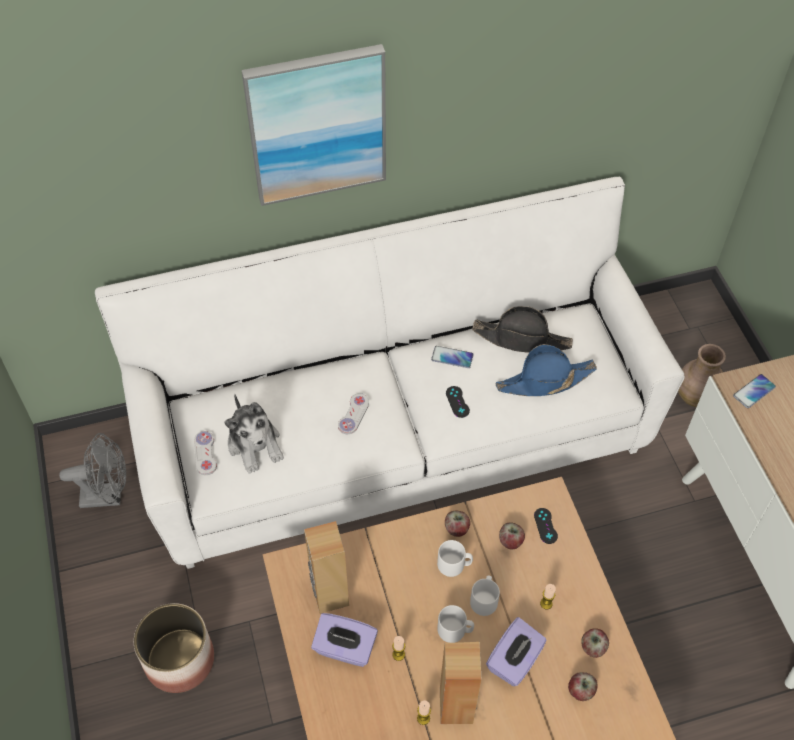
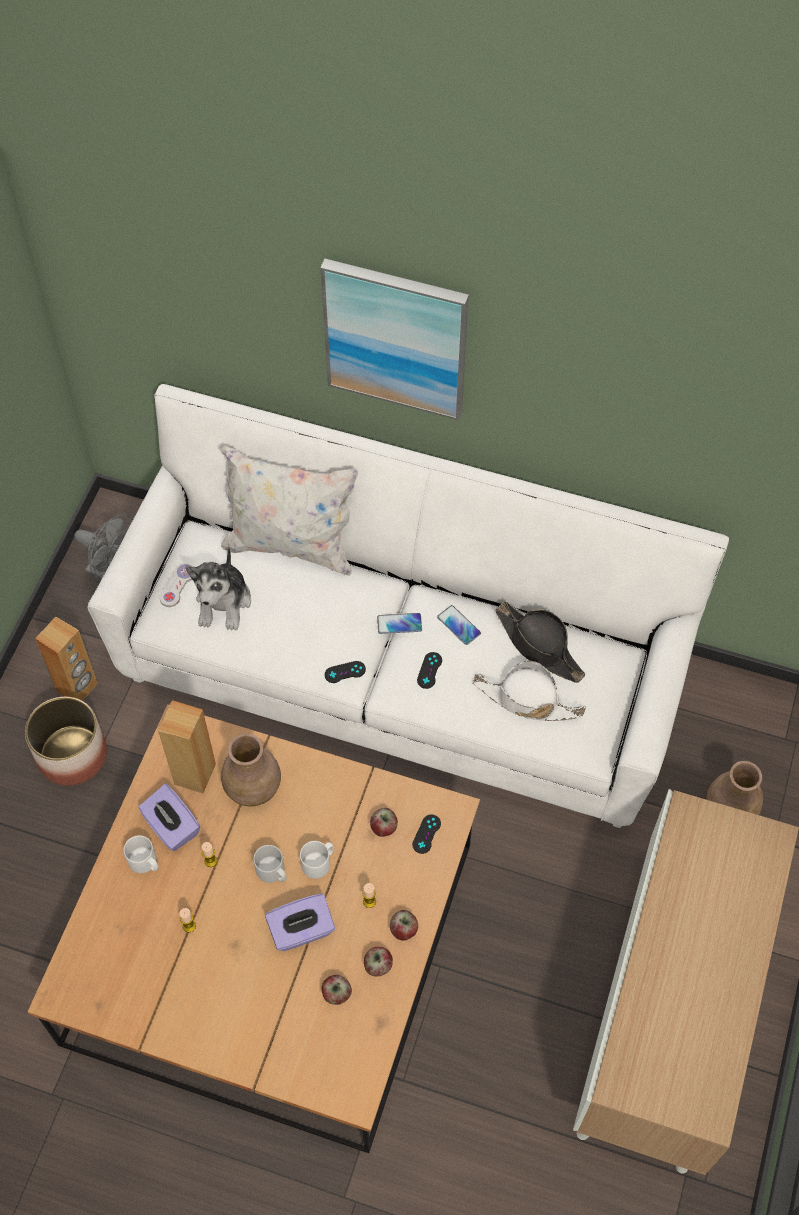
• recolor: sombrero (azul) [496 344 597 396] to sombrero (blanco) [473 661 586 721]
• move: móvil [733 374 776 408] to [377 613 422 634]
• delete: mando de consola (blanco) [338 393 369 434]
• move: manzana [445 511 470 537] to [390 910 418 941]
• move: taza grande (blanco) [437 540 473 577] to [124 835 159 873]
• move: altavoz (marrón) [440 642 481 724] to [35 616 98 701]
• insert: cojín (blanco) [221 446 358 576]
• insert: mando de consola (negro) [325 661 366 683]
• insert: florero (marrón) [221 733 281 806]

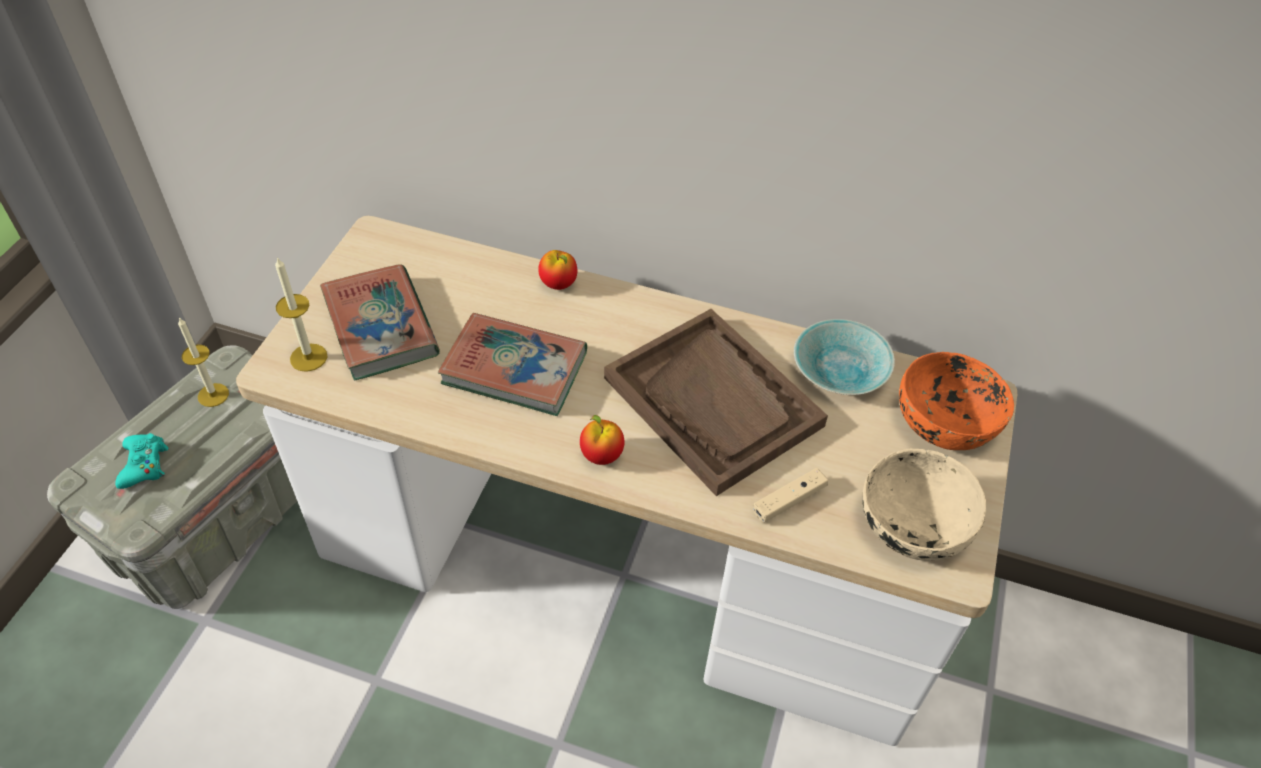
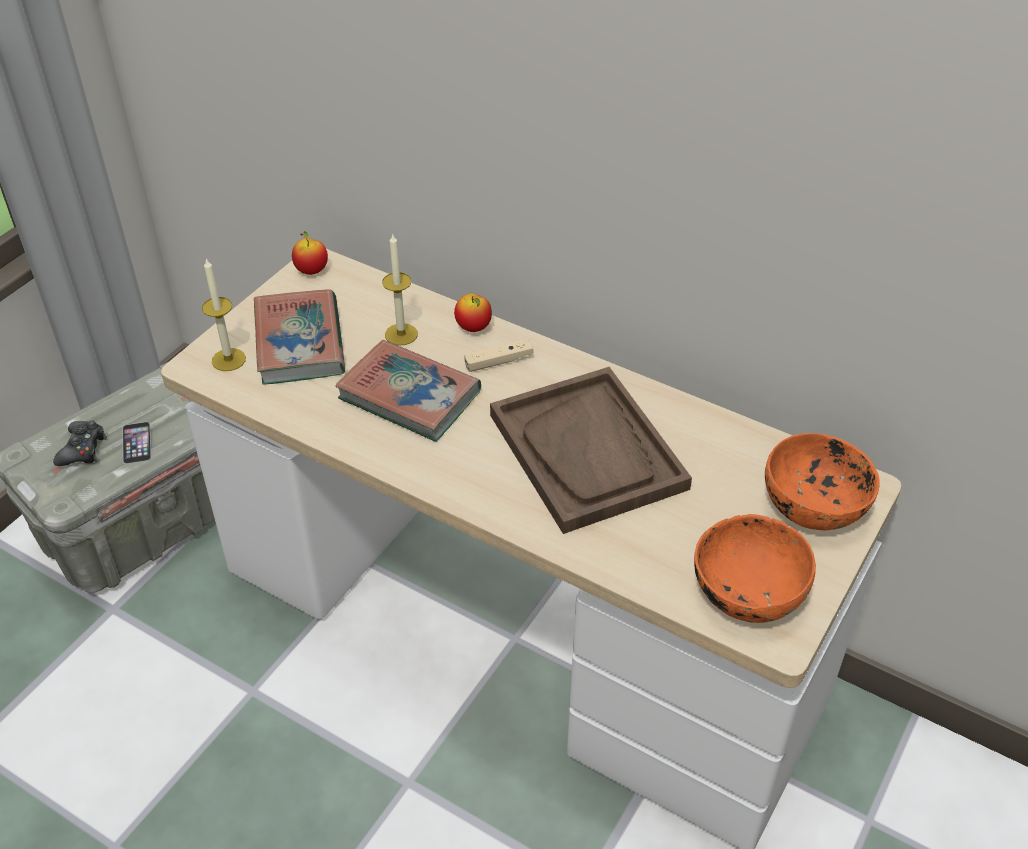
• move: vela [178 317 229 407] to [382 233 418 346]
• delete: cuenco (turquesa) [794 319 895 395]
• move: manzana [580 415 624 465] to [292 231 328 275]
• recolor: mando de consola (turquesa) [115 433 168 489] to mando de consola (negro) [53 420 107 466]
• recolor: cuenco (beis) [862 449 986 561] to cuenco (naranja) [694 514 816 623]
• move: mando de consola (beis) [753 468 828 523] to [464 339 533 372]
• insert: móvil [123 422 151 464]

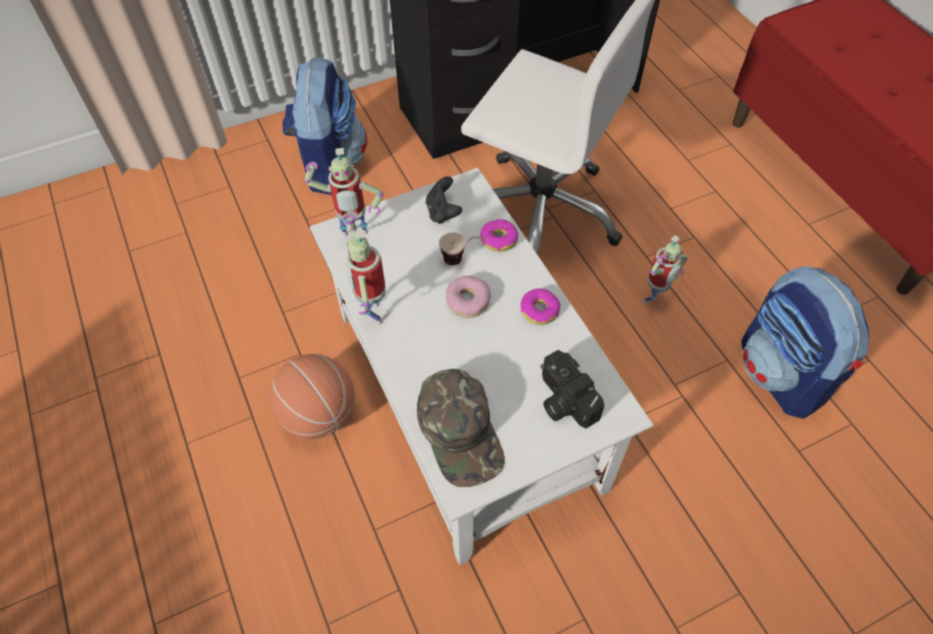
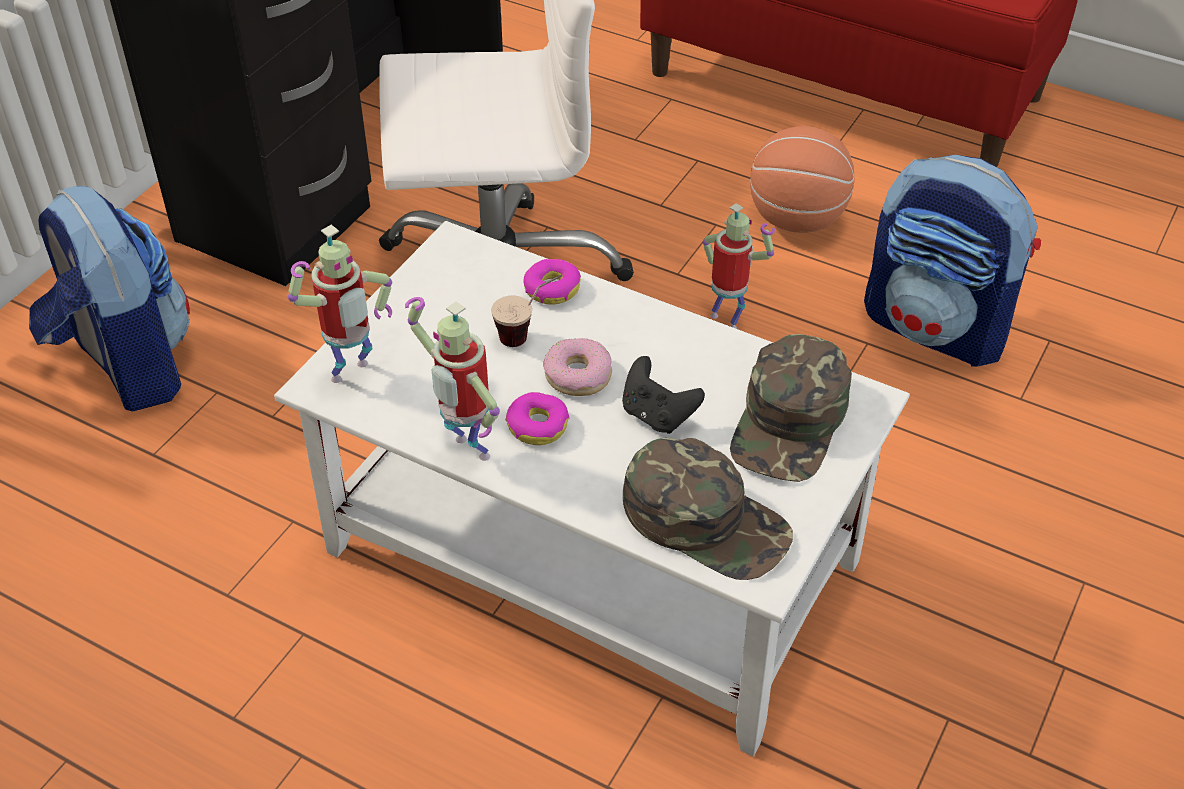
• move: mando de consola (negro) [426 176 462 224] to [622 356 705 434]
• rotate: robot de juguete [643 235 688 304] = [702 203 775 329] 60 degrees counterclockwise
• move: rosquilla [520 289 561 325] to [506 392 570 445]
• replace: cámara [541 350 605 429] to gorra (verde) [730 334 852 482]
• move: balón de baloncesto [269 354 355 439] to [750 126 855 233]

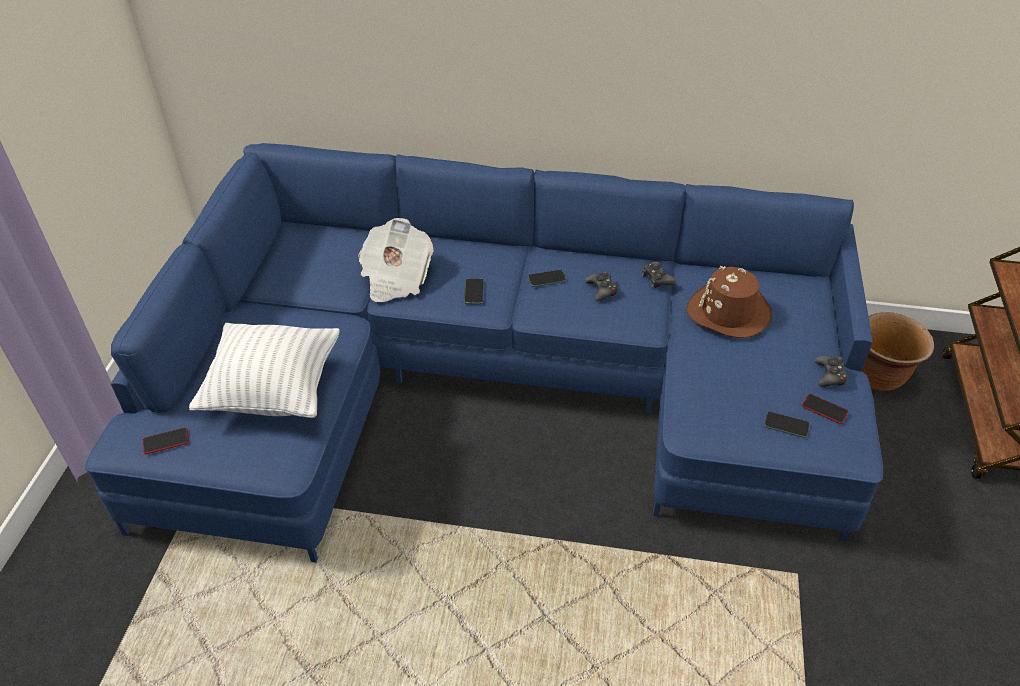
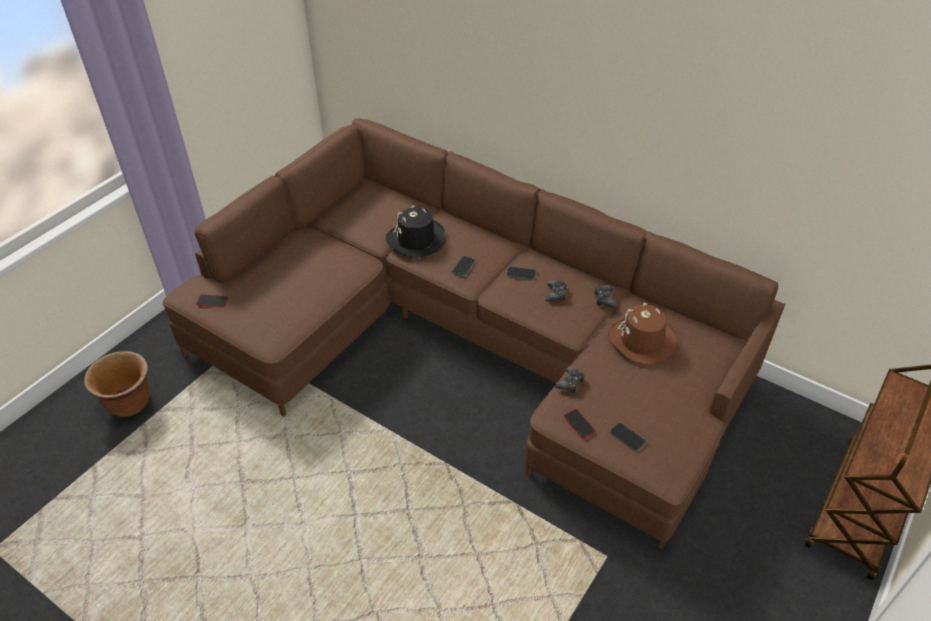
• recolor: sofá (azul) [85 143 883 563] to sofá (marrón) [162 118 785 549]
• replace: periódico [358 218 434 302] to sombrero (negro) [386 205 446 258]
• move: maceta (marrón) [861 312 934 391] to [84 351 149 417]
• delete: cojín (blanco) [189 323 340 418]
• move: mando de consola (negro) [815 356 847 387] to [555 366 585 393]
• move: móvil [802 394 848 424] to [564 409 596 439]

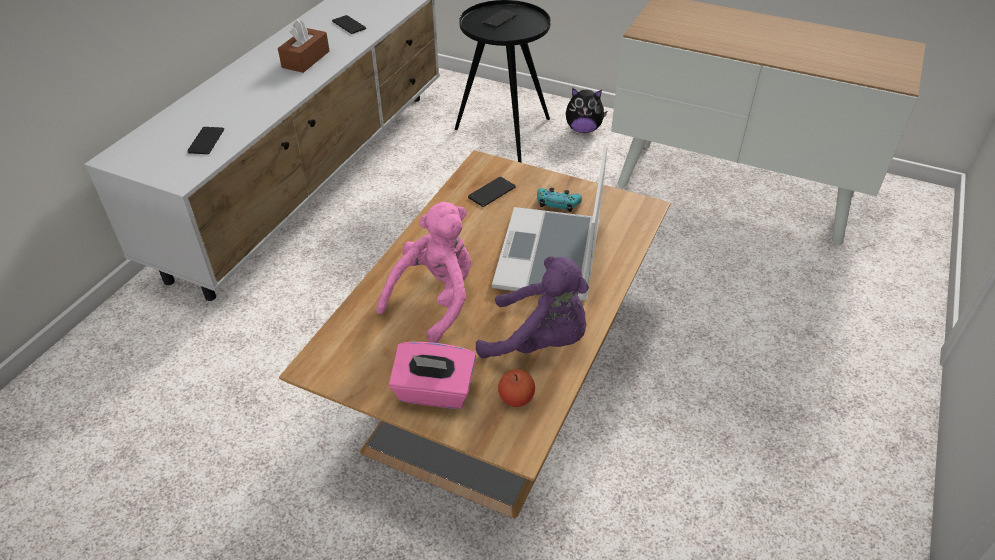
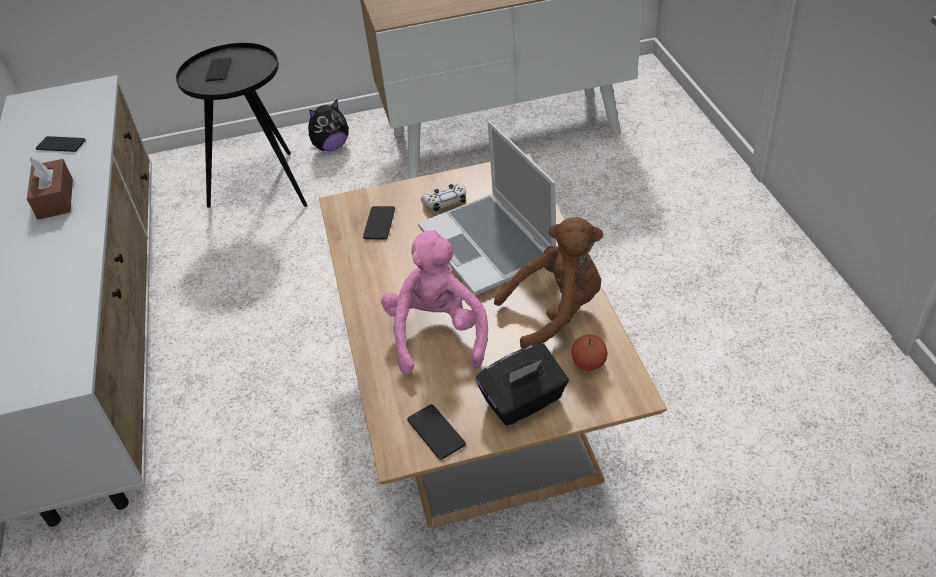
• move: móvil [187 127 224 154] to [407 404 466 460]
• recolor: mando de consola (turquesa) [537 188 582 212] to mando de consola (blanco) [421 183 466 212]
• recolor: peluche (morado) [476 256 589 358] to peluche (marrón) [494 217 603 349]
• recolor: caja de pañuelos (rosa) [389 342 476 409] to caja de pañuelos (negro) [476 343 569 426]

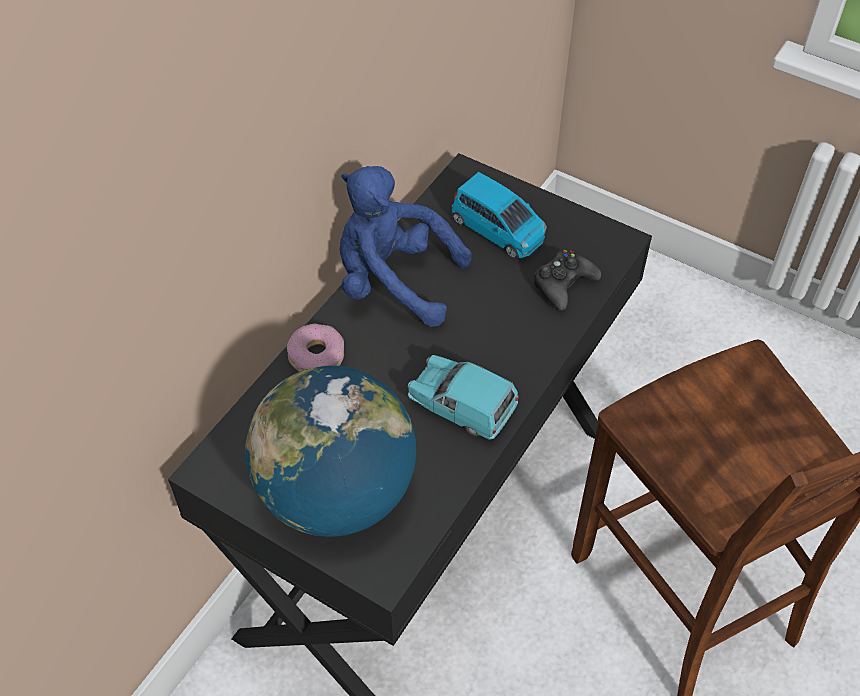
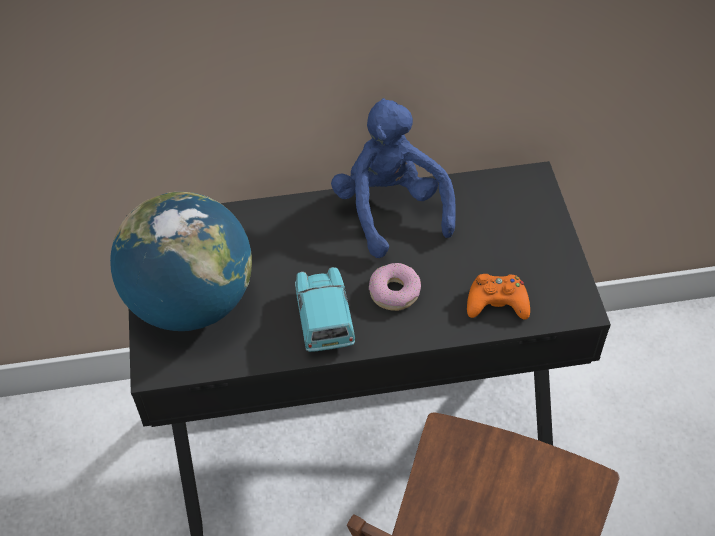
• delete: coche de juguete (azul) [452 172 547 258]
• recolor: mando de consola (negro) [533 250 601 311] to mando de consola (naranja) [467 274 530 320]
• move: rosquilla [287 323 344 372] to [369 263 421 311]

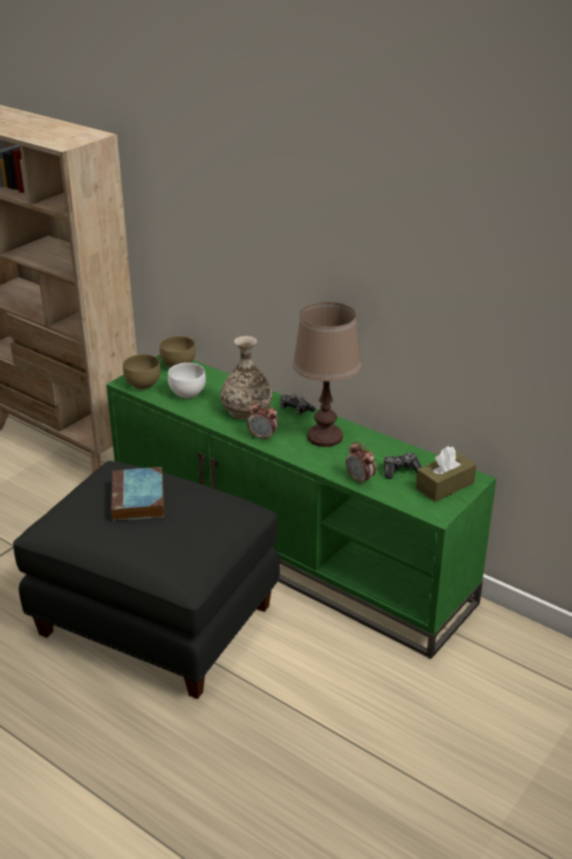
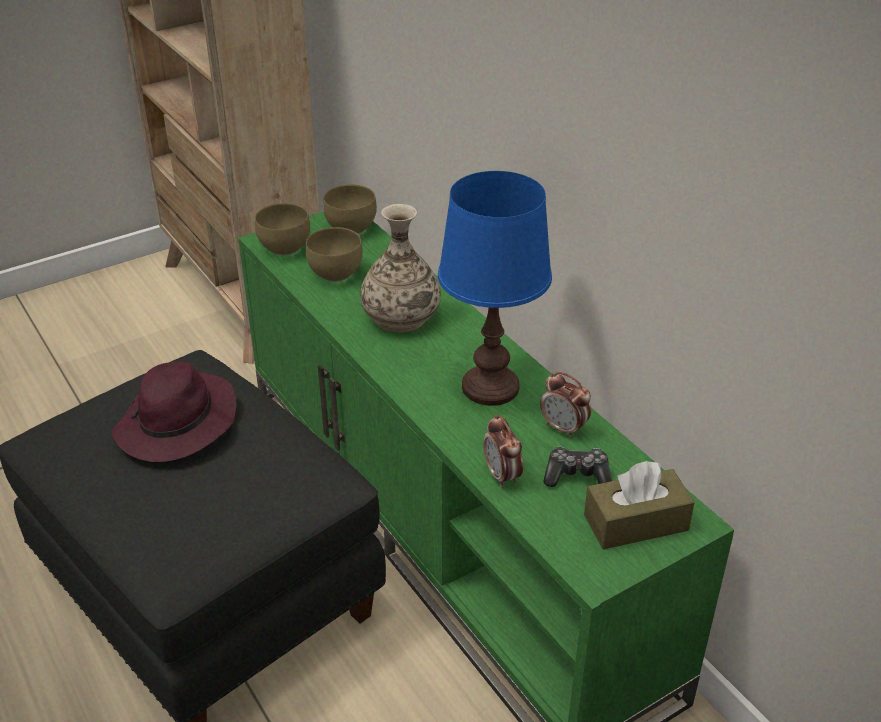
• recolor: lámpara de mesa (marrón) [293 302 361 447] to lámpara de mesa (azul) [438 171 552 406]
• recolor: cuenco (blanco) [168 363 206 399] to cuenco (marrón) [306 227 363 282]
• delete: mando de consola [280 394 316 415]
• move: despertador [247 402 278 441] to [540 372 591 438]
• replace: libro [111 467 164 521] to sombrero (morado) [112 362 237 462]

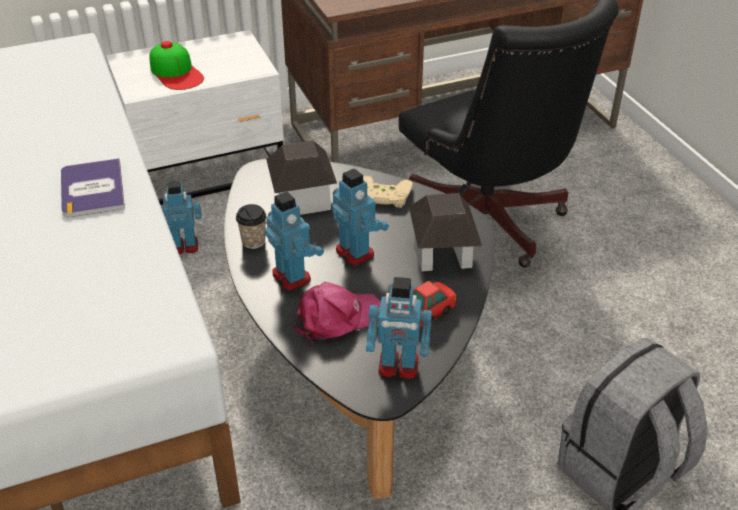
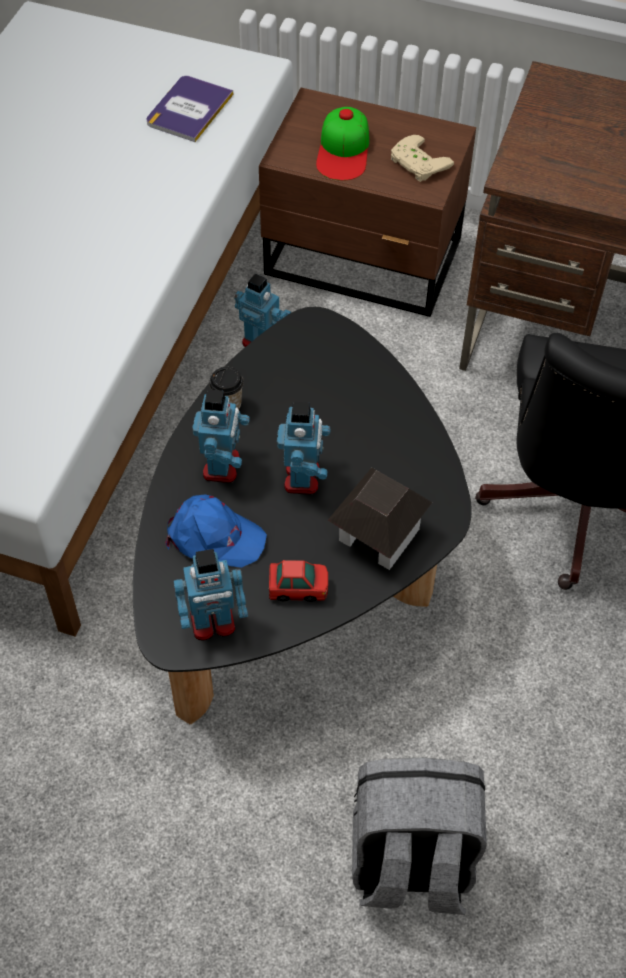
• recolor: mesita de noche (blanco) [106 30 284 205] to mesita de noche (marrón) [259 88 476 317]
• delete: casita [266 140 337 215]
• move: libro [61 158 125 217] to [146 76 233 142]
• move: mando de consola (beis) [363 176 413 208] to [391 135 454 182]
• rotate: robot de juguete [366 277 432 379] = [174 549 248 641] 60 degrees counterclockwise
• recolor: gorra (rosa) [295 282 381 343] to gorra (azul) [165 494 267 568]

